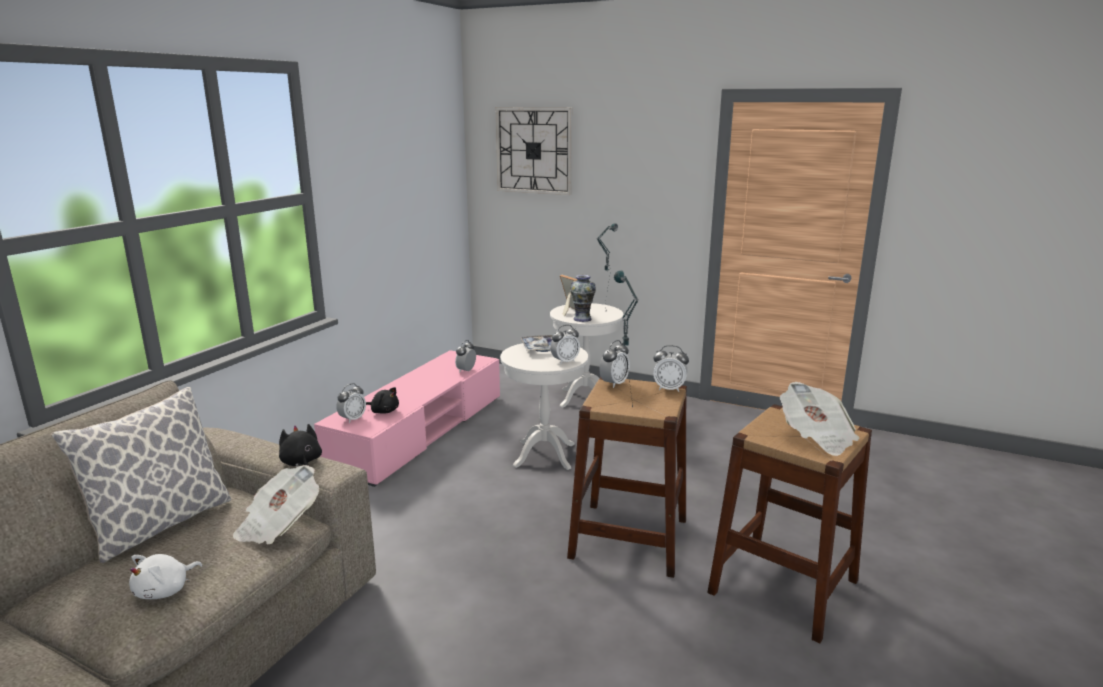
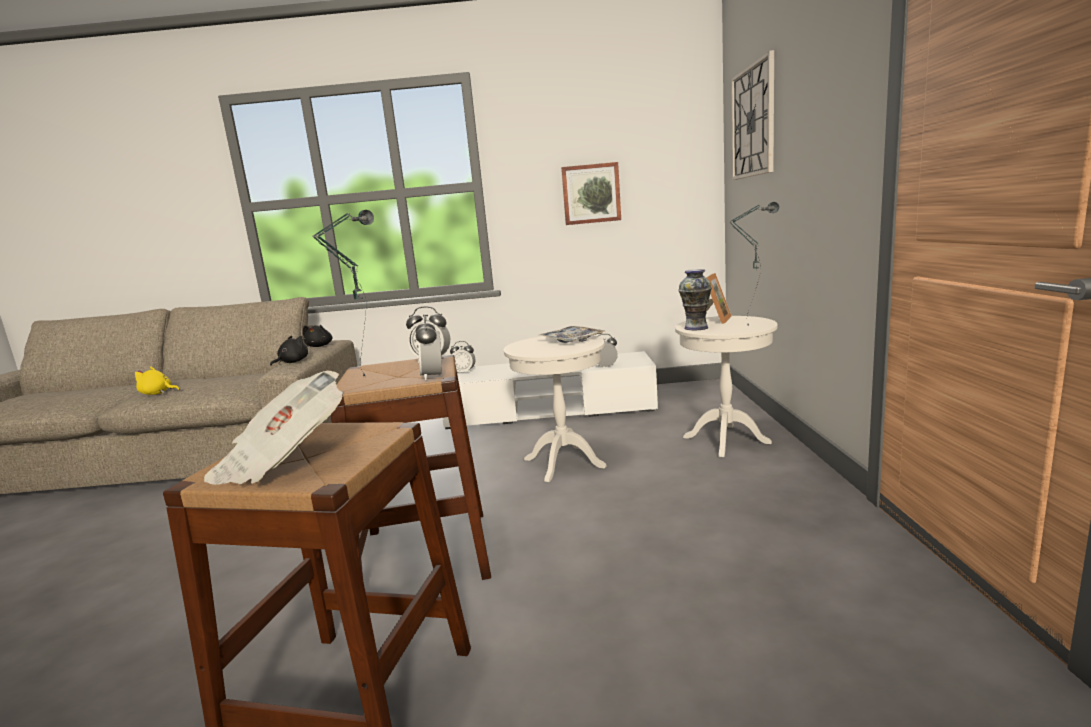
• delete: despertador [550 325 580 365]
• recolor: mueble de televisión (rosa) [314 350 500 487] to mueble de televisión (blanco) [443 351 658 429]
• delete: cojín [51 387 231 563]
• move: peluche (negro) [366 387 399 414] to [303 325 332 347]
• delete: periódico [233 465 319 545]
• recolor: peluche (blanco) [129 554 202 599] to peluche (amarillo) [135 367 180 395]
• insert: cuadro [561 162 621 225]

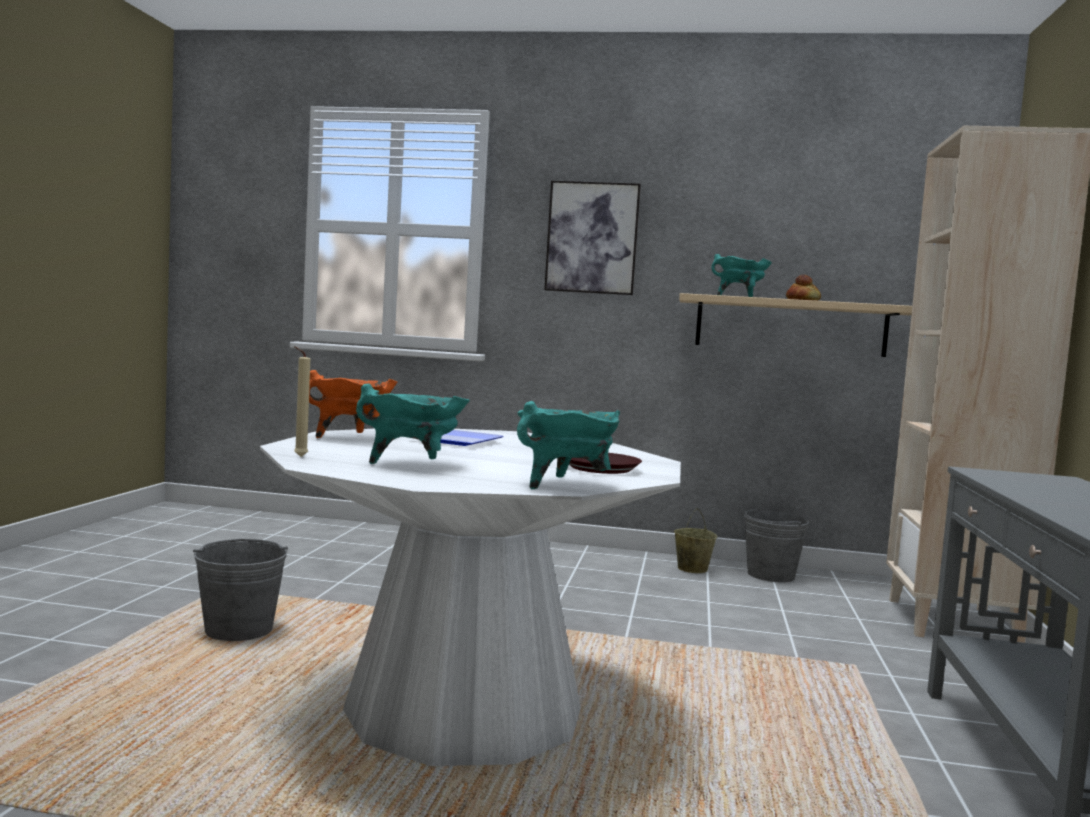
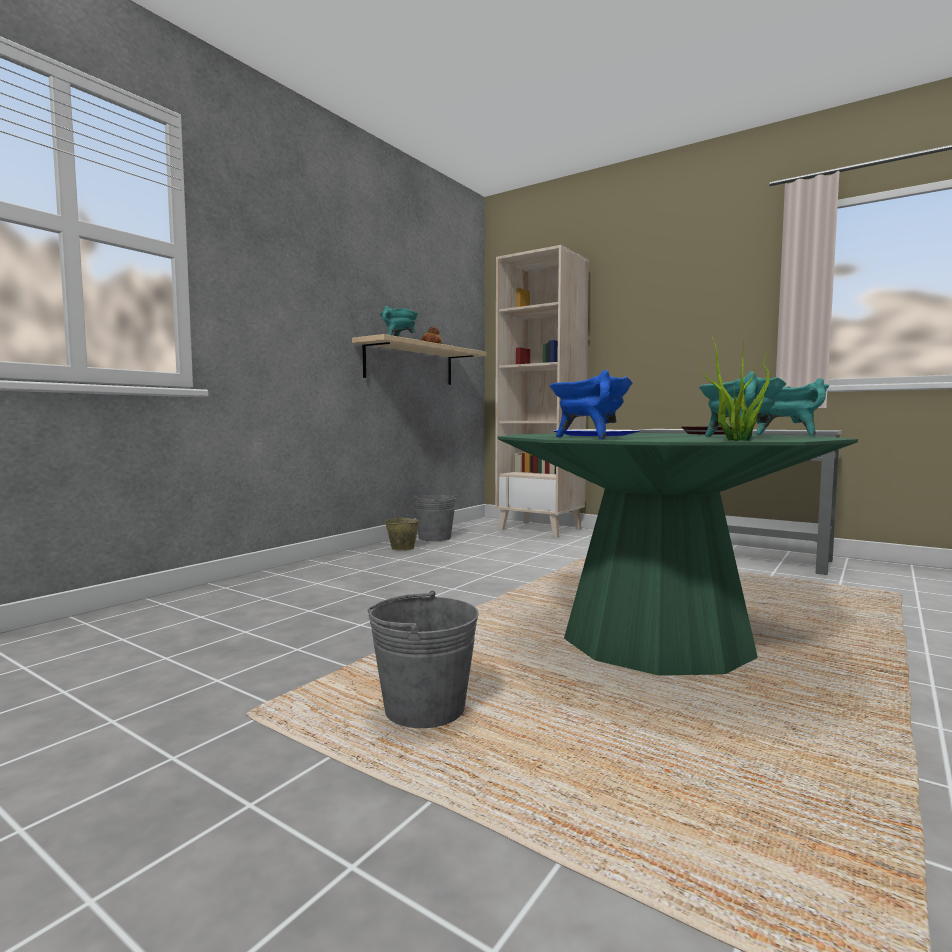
• delete: cuadro [544 180 641 295]
• replace: vela (beis) [294 346 310 457] to planta en maceta [702 337 769 441]
• recolor: olla (naranja) [309 370 397 438] to olla (azul) [549 370 632 439]
• recolor: mesa de comedor (blanco) [260 429 681 766] to mesa de comedor (verde) [497 433 858 676]

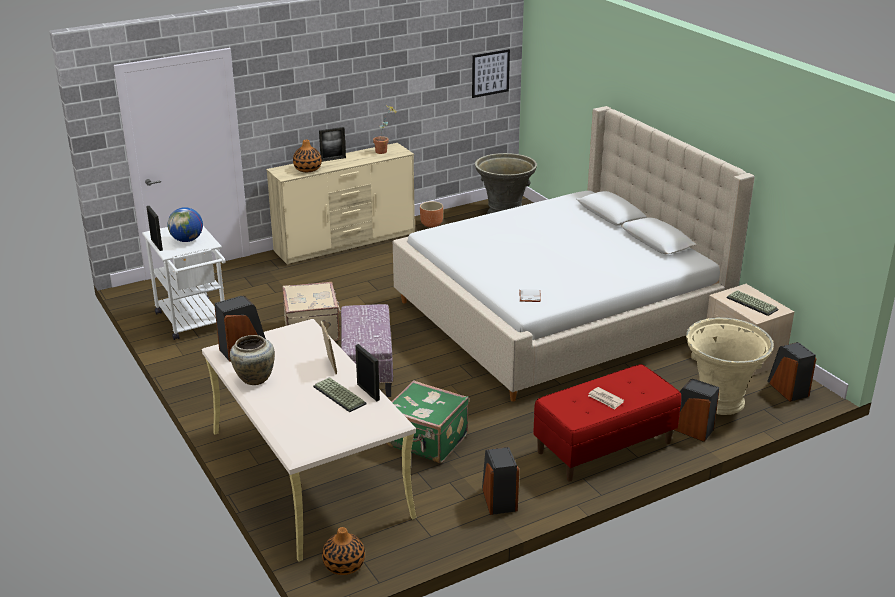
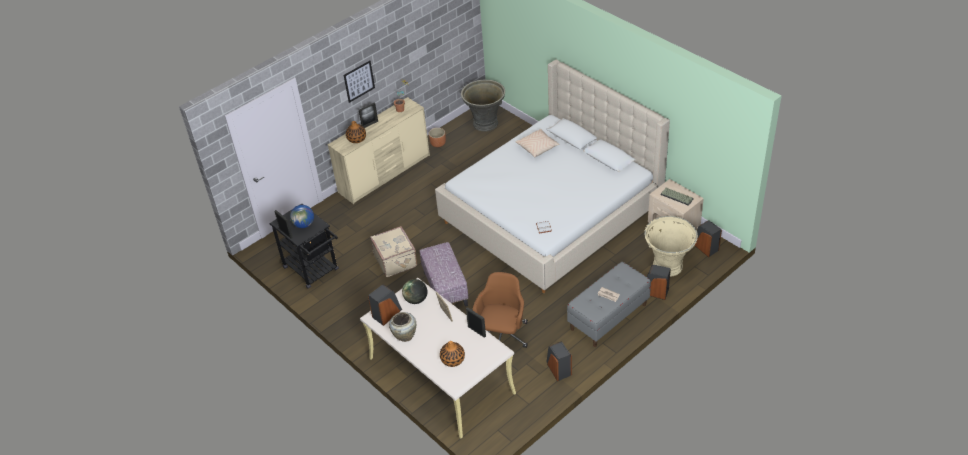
• move: cuadro [472 49 510 98] to [344 61 375 103]
• recolor: carrito (blanco) [142 226 225 340] to carrito (negro) [269 204 339 289]
• recolor: banco (rojo) [533 364 681 482] to banco (gris) [567 262 651 347]
• delete: teclado [313 377 367 412]
• replace: maleta (verde) [386 380 469 463] to silla de oficina (marrón) [473 272 528 348]
• move: florero [322 527 365 575] to [440 341 465 367]
• insert: cojín (beis) [515 129 559 157]
• insert: globo terráqueo [402 279 428 304]

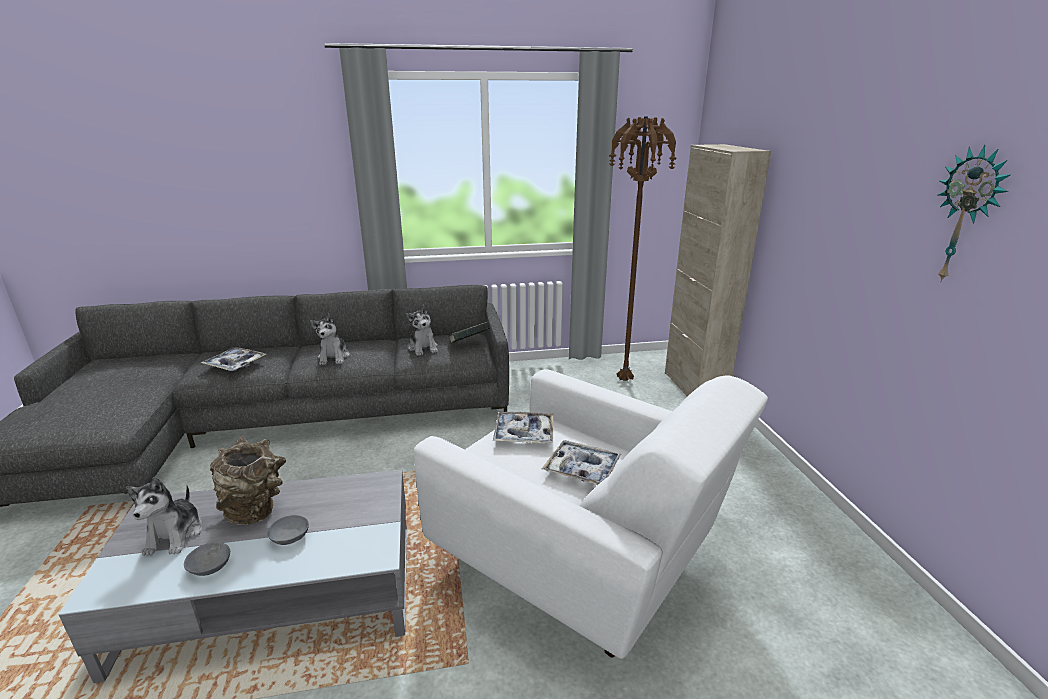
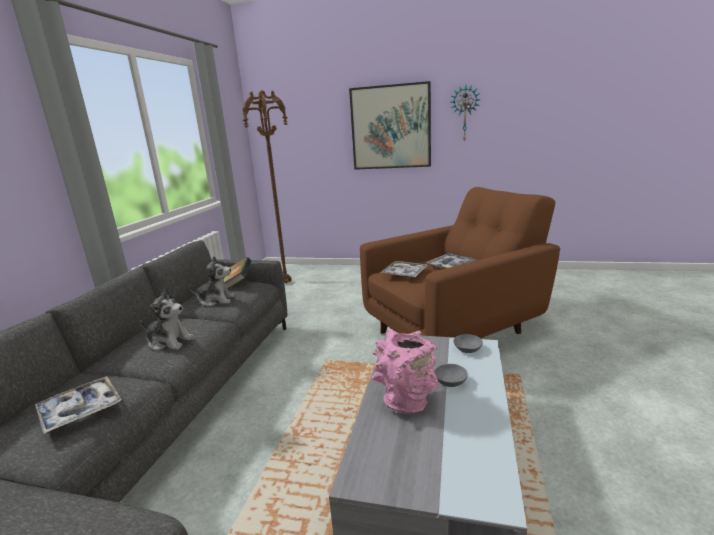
• delete: armario (beis) [665 144 771 397]
• recolor: sillón (blanco) [414 369 768 659] to sillón (marrón) [360 187 560 338]
• recolor: florero (marrón) [210 437 286 525] to florero (rosa) [372 329 438 414]
• delete: peluche [126 477 203 556]
• move: cuenco (gris) [184 542 230 576] to [453 334 483 353]
• insert: cuadro [349 81 431 170]

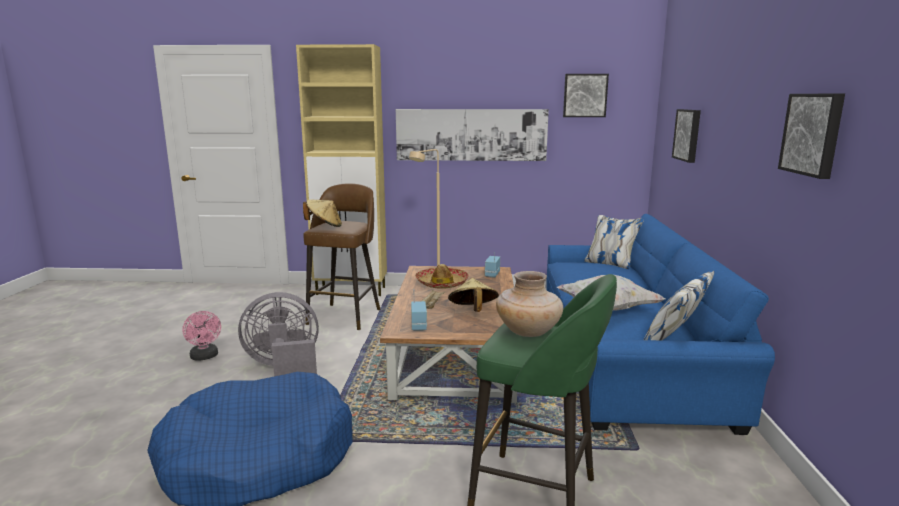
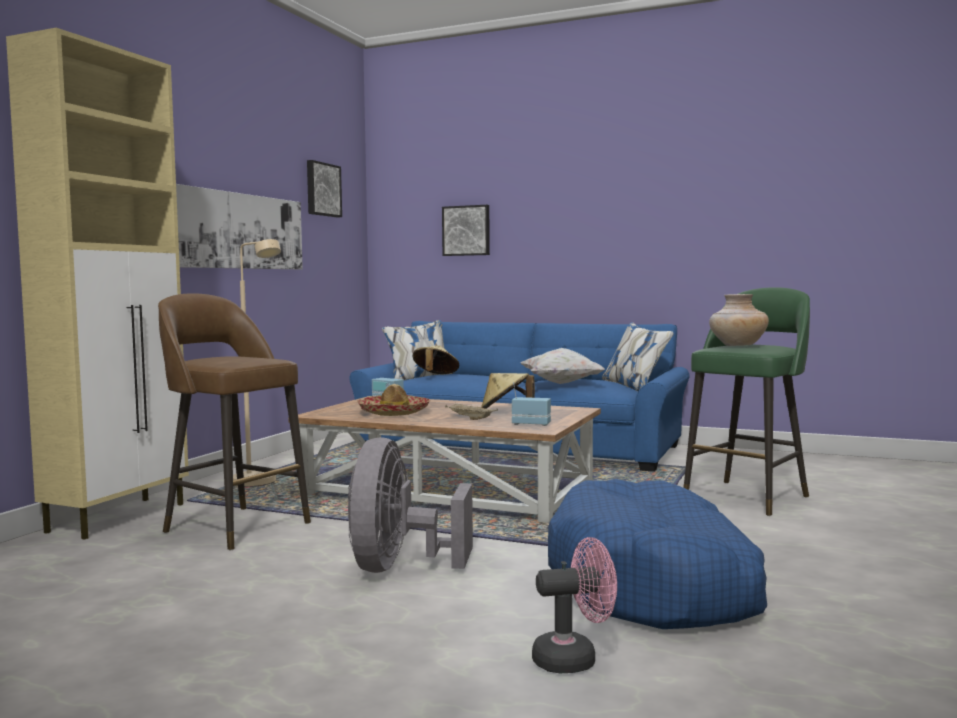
• delete: cuadro [778 93 845 179]
• move: sombrero (beis) [303 199 342 227] to [413 345 459 374]
• move: ventilador (rosa) [182 311 221 361] to [532 537 617 673]

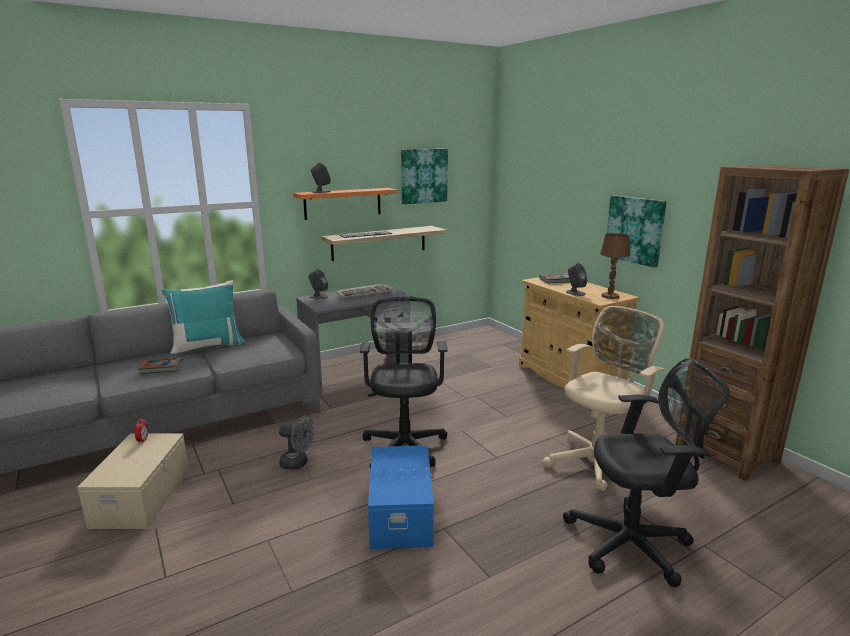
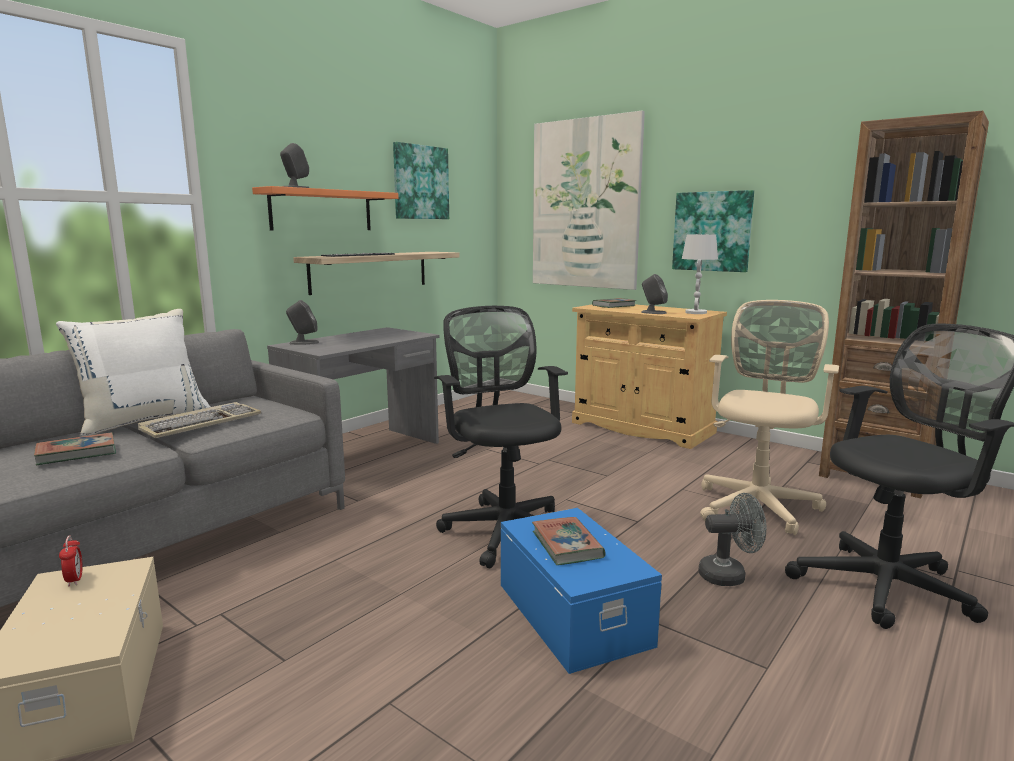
• recolor: lámpara de mesa (marrón) [600 233 630 299] to lámpara de mesa (blanco) [682 234 718 314]
• recolor: cojín (turquesa) [162 280 246 356] to cojín (blanco) [56 309 211 436]
• move: teclado [337 284 392 298] to [138 402 261 438]
• move: ventilador (gris) [279 416 315 470] to [699 493 766 586]
• insert: cuadro [533 111 645 290]
• insert: libro [532 517 605 565]

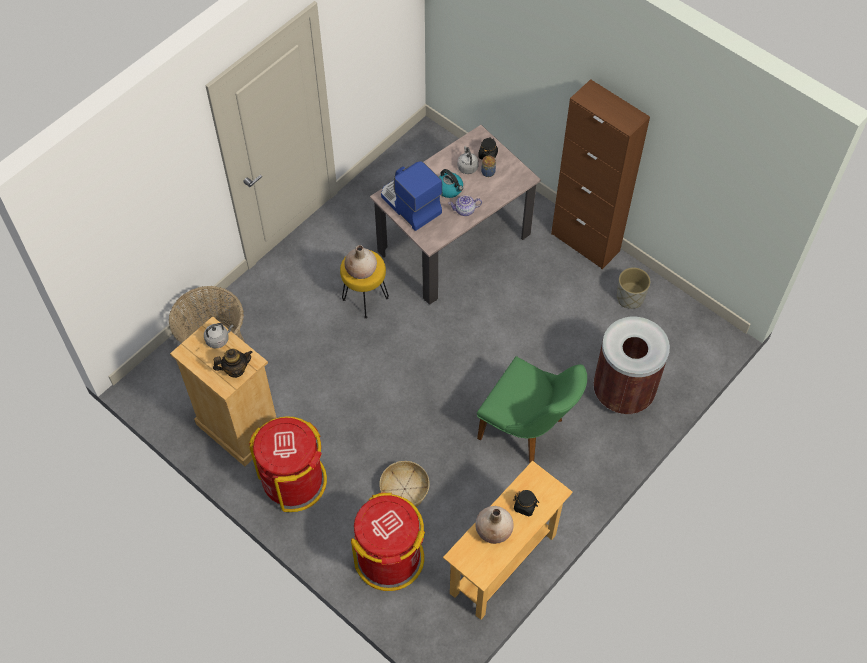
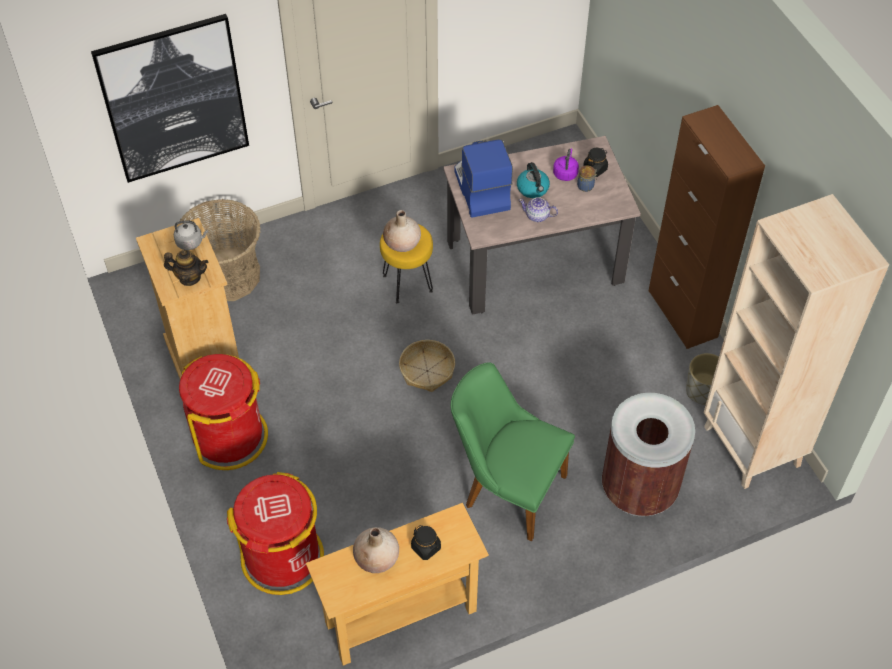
• recolor: hervidor (gris) [457 146 479 174] to hervidor (morado) [553 149 579 181]
• rotate: silla (verde) [477 356 587 463] = [451 362 575 541] 150 degrees clockwise
• move: cesta [379 461 430 507] to [399 340 455 392]
• insert: cuadro [91 14 249 183]
• insert: estantería (beis) [703 194 889 489]

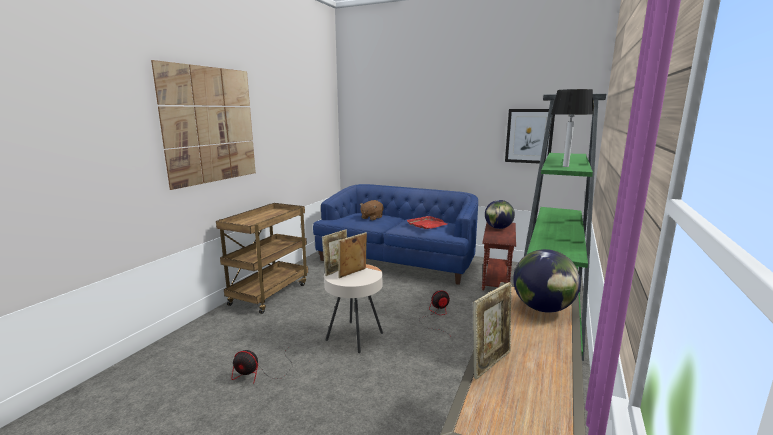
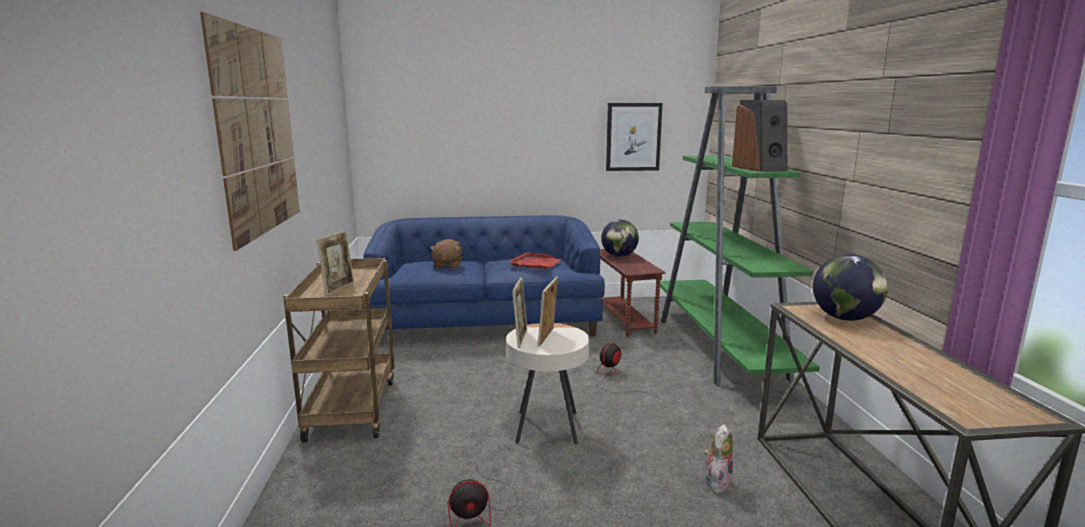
• replace: lámpara de mesa [551 89 594 167] to altavoz [732 100 788 172]
• move: portarretratos [473 282 512 380] to [317 231 354 296]
• insert: peluche [704 424 733 493]

